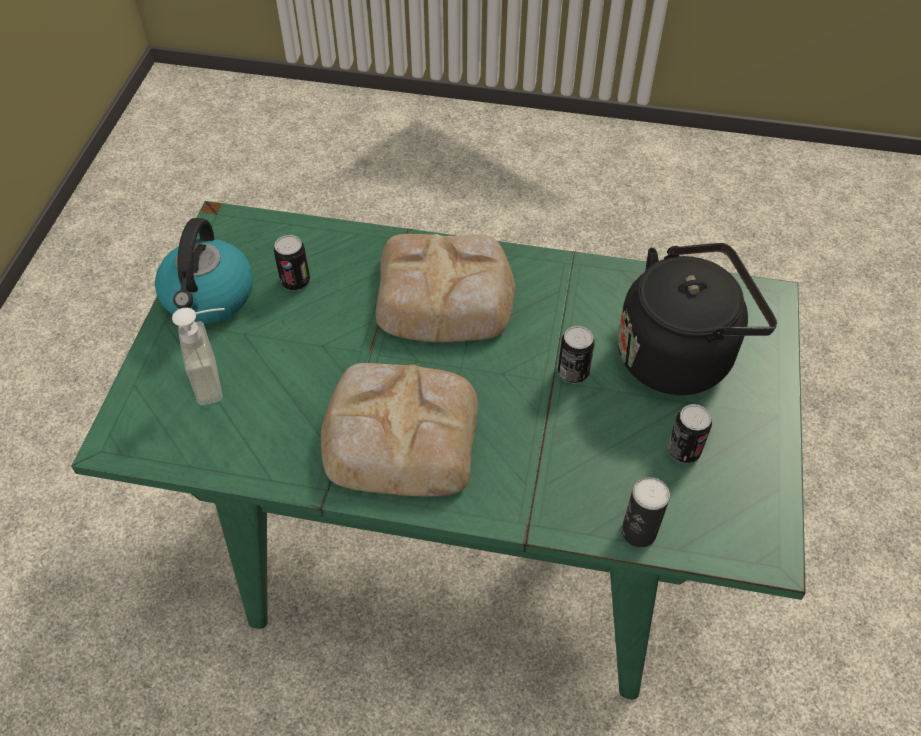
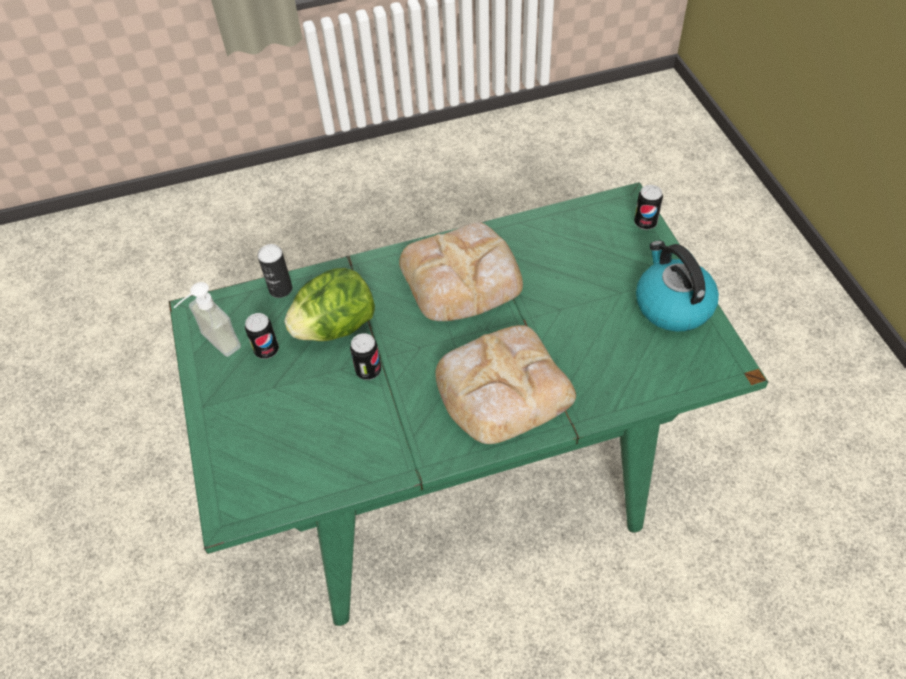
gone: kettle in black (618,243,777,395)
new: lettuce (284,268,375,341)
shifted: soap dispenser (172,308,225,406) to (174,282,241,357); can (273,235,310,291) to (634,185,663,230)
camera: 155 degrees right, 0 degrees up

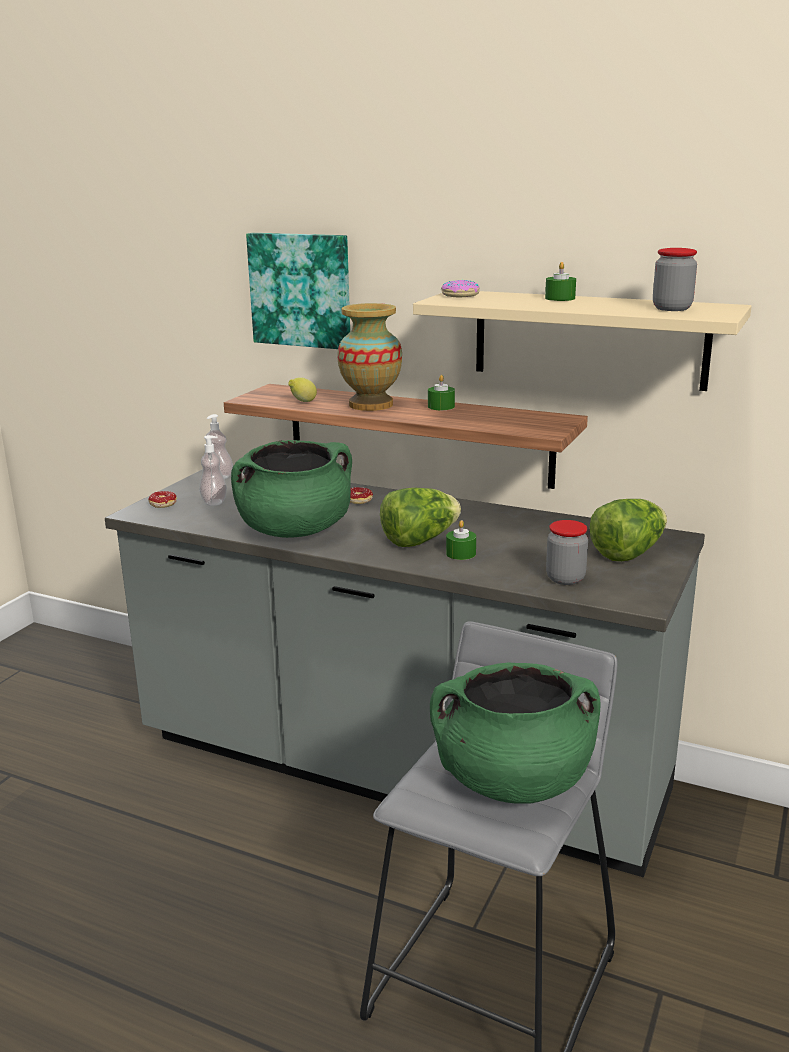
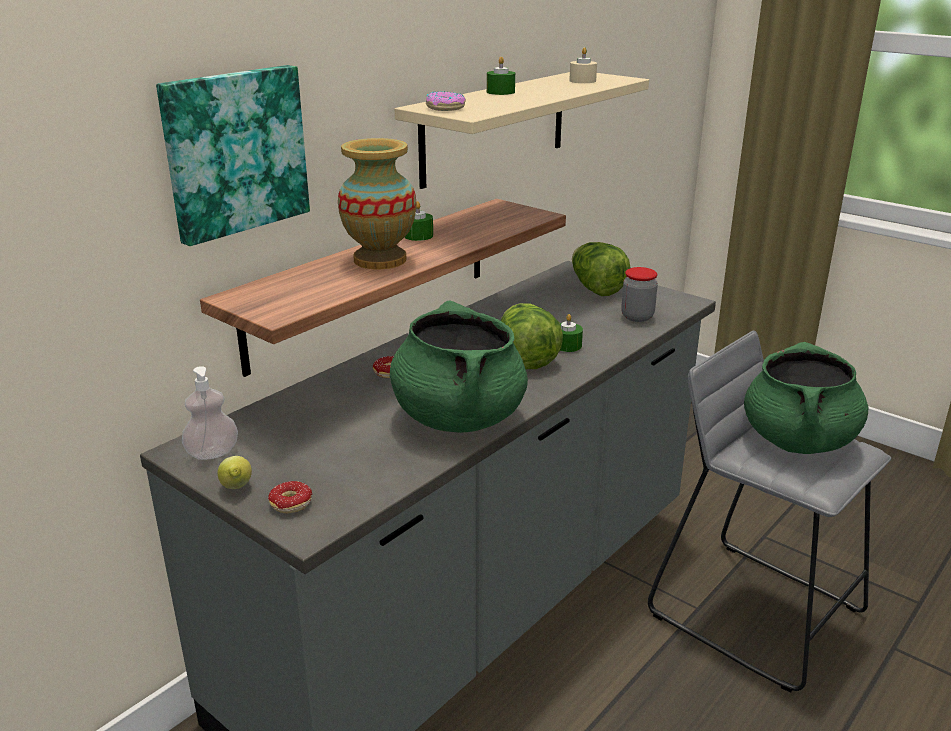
gone: soap dispenser (199,435,227,506)
shifted: lemon (288,377,317,402) to (218,456,252,489)
swapped: jar (653,248,697,311) to candle in beige (569,47,597,83)
camera: 75 degrees left, 5 degrees up

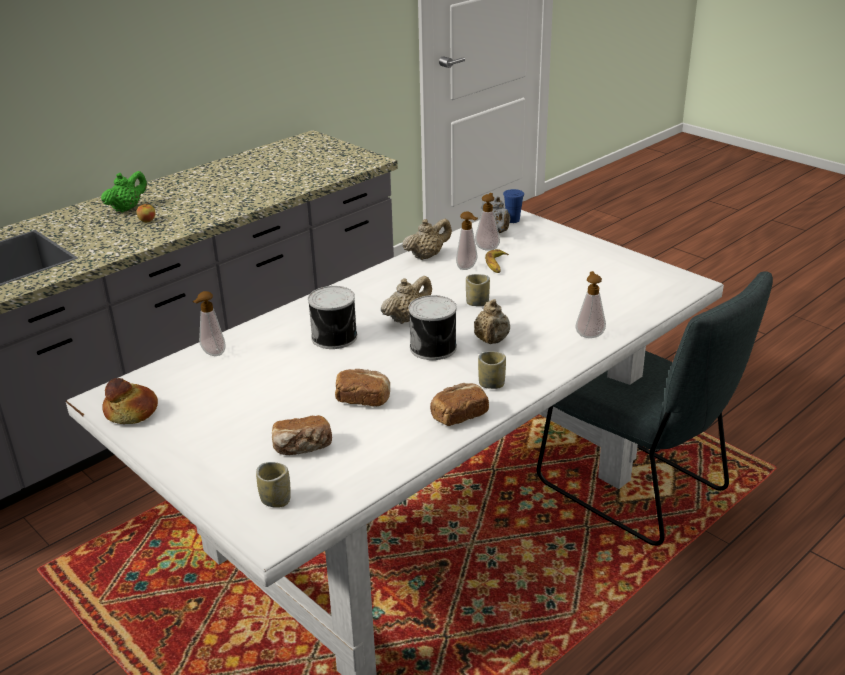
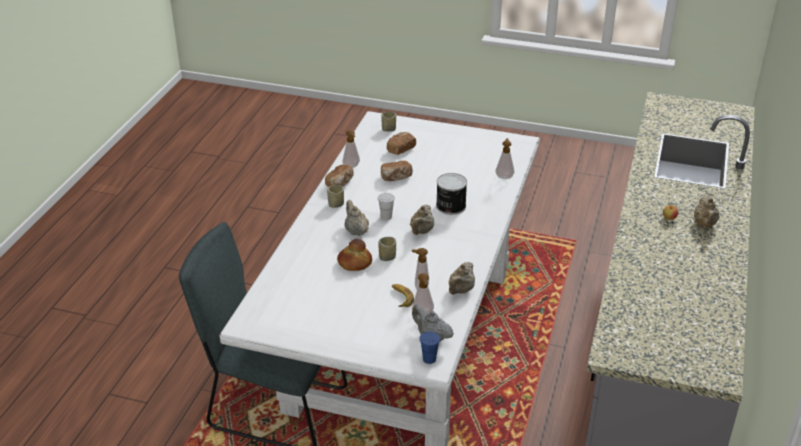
shifted: bread (102,378,158,424) to (337,239,372,271); soap dispenser (575,271,606,338) to (343,130,360,168)
swapped: can (409,295,457,360) to cup in white (378,193,395,220)
repainted: teapot in green (101,171,147,213) to teapot in beige (694,197,720,229)
camera: 150 degrees right, 5 degrees up

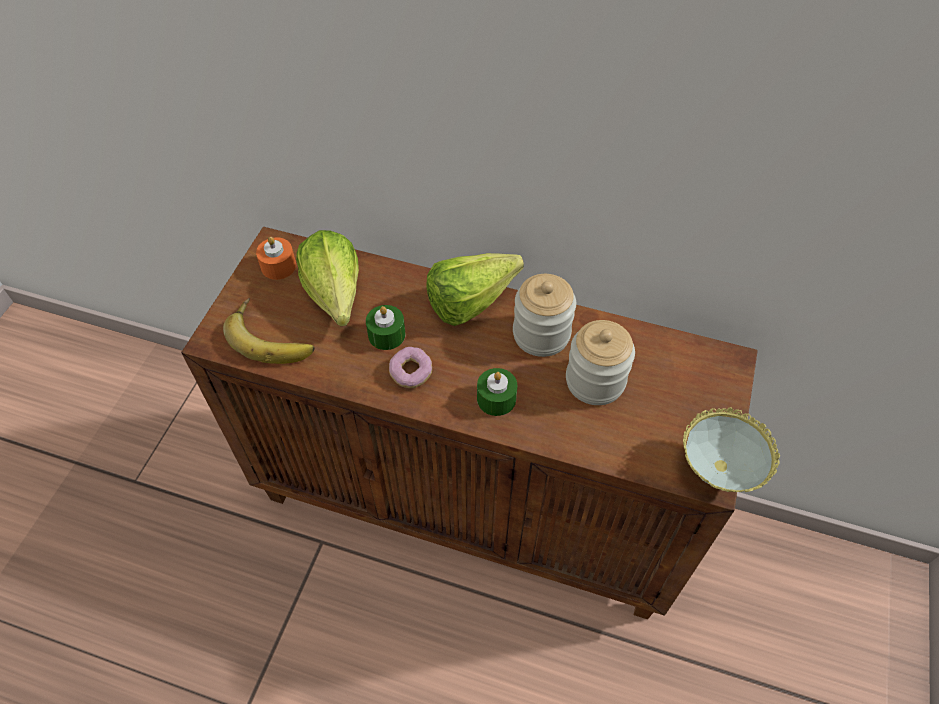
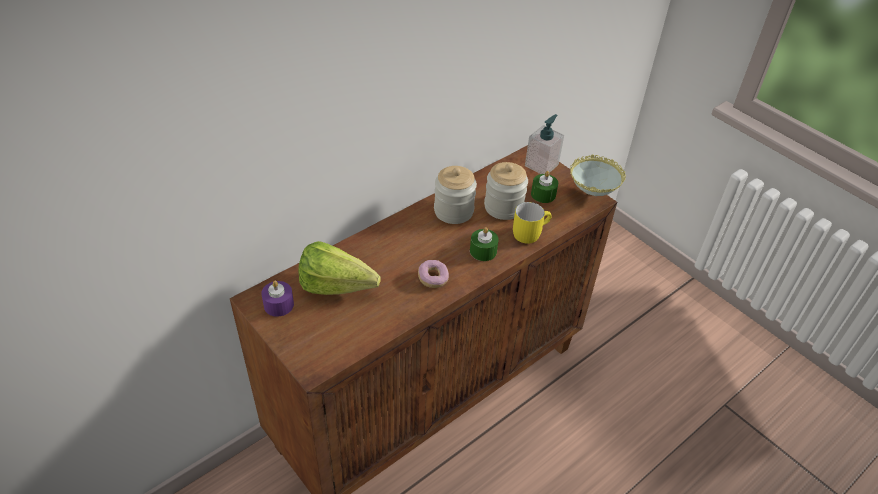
gone: banana (223,298,315,364); lettuce (426,253,524,326)
new: mug in yellow (513,202,552,244); soap dispenser (525,114,564,174)
shifted: candle in green (366,305,405,350) to (531,171,558,203)
repainted: candle in orange (256,237,296,280) to candle in purple (261,281,294,317)
camera: 60 degrees left, 10 degrees down

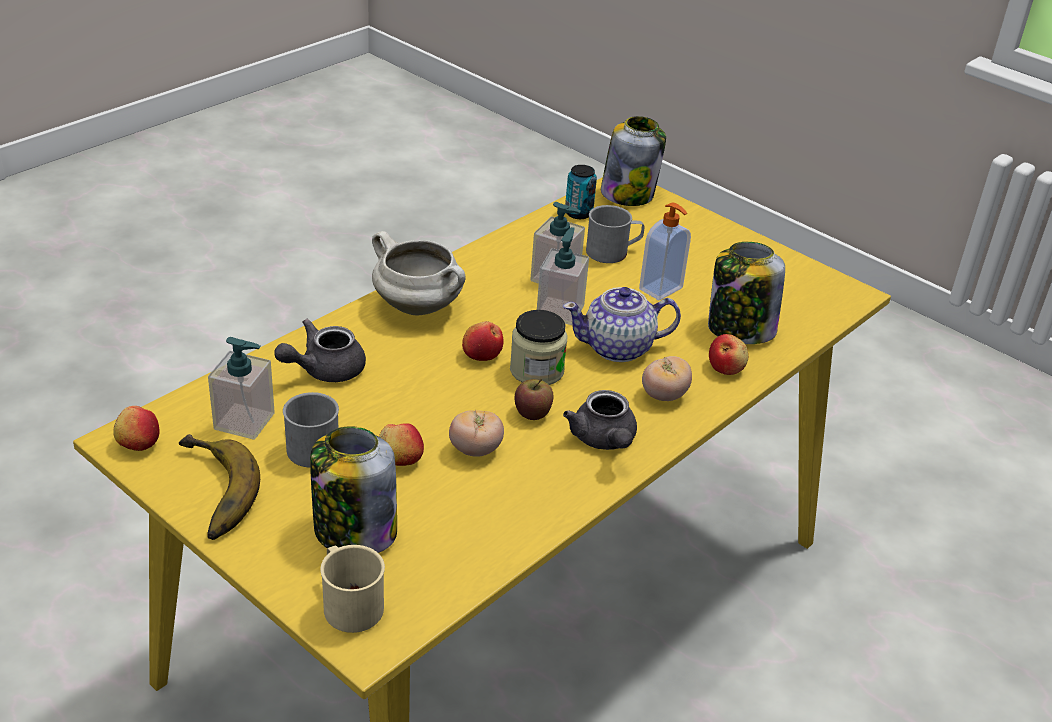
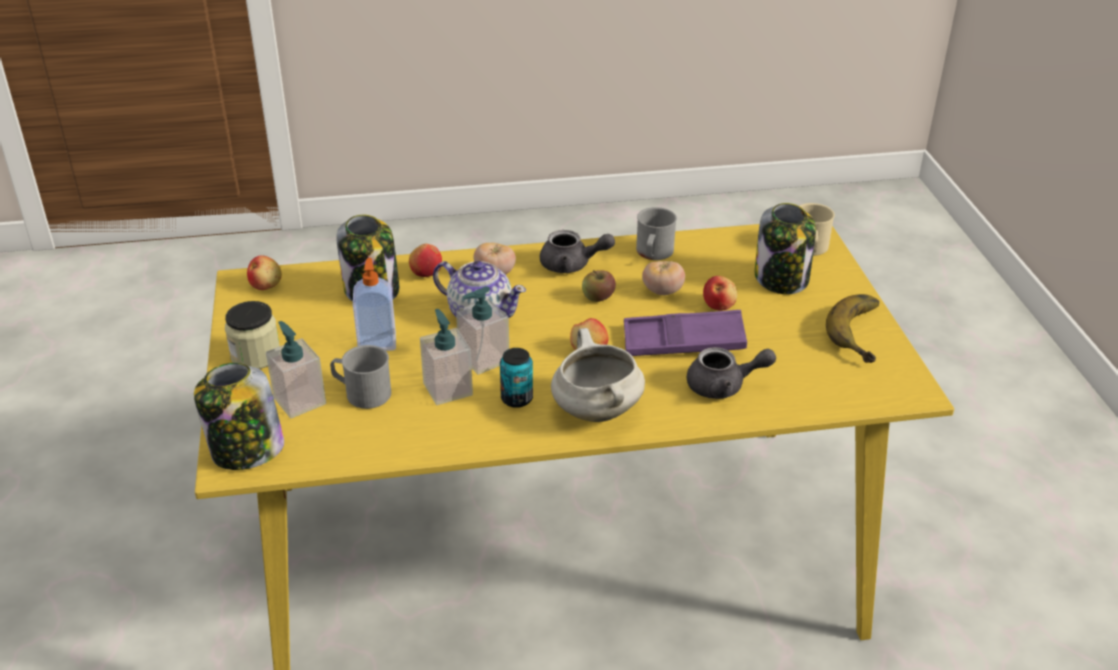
new: tray in purple (624,310,747,356)
shifted: apple (113,406,160,451) to (247,255,282,290); soap dispenser (208,337,275,440) to (266,321,326,418); mug in grey (283,392,339,468) to (636,207,677,260); jar (510,310,568,385) to (225,301,280,369); can (565,165,597,219) to (500,348,533,408)
rotated: teapot in grey (563,390,637,450) = (540,230,615,273) 75 degrees clockwise
camera: 140 degrees left, 0 degrees up

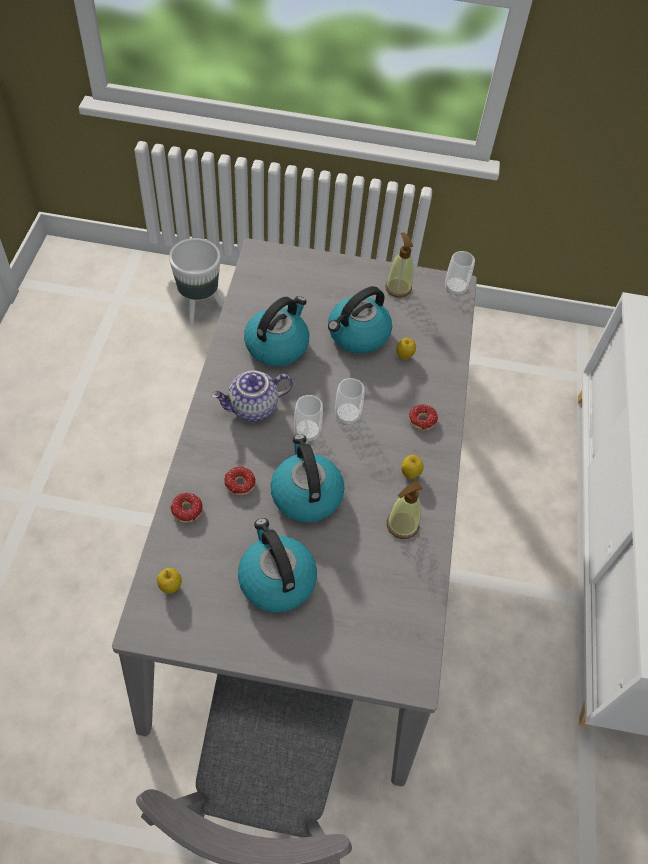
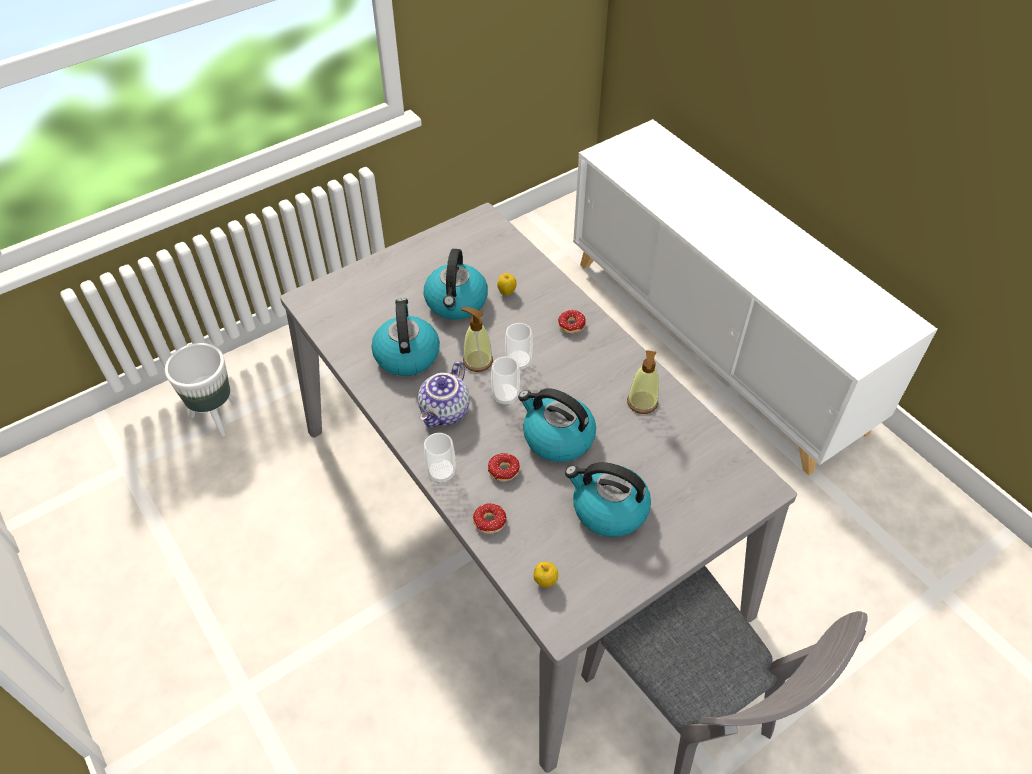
gone: apple (401,455,424,479)
shifted: soap dispenser (385,232,413,298) to (460,307,493,372); cup (445,251,475,296) to (424,433,455,484)
camera: 40 degrees left, 5 degrees down

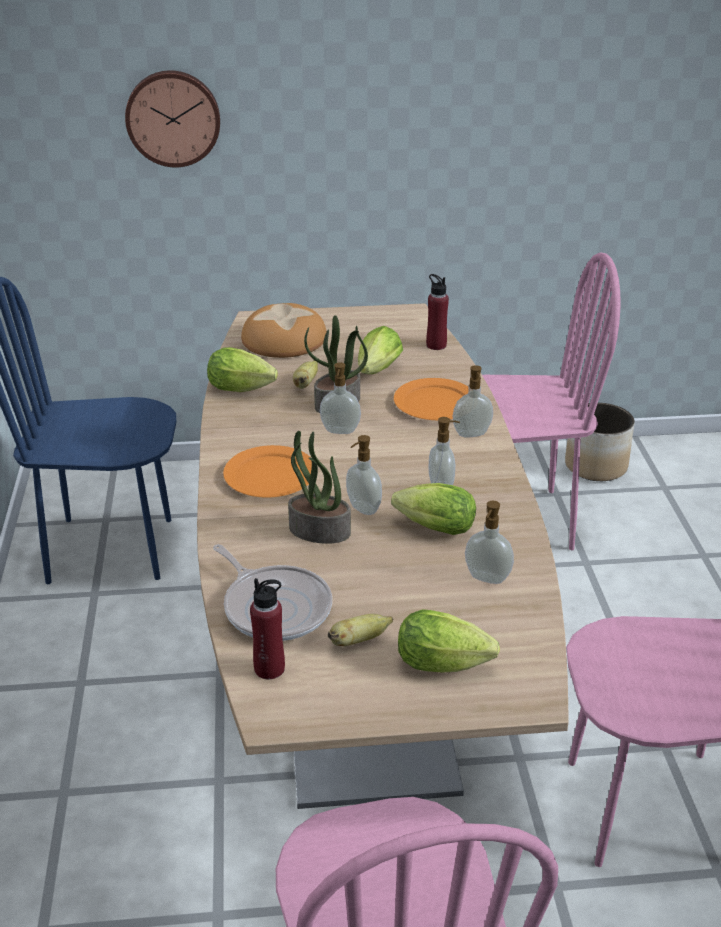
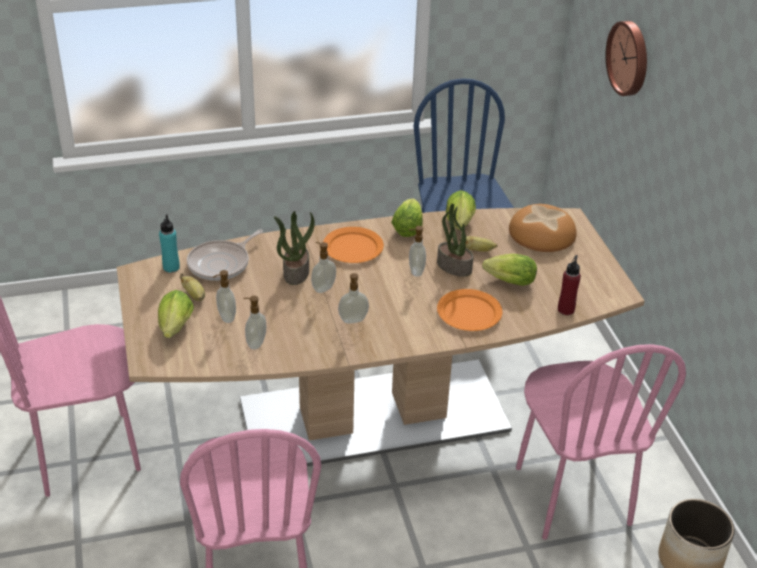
shifted: lettuce (391,483,476,535) to (391,198,423,237); soap dispenser (453,365,493,438) to (213,270,236,323)
repainted: bottle in red (250,578,285,679) to bottle in turquoise (159,215,180,273)
camera: 80 degrees right, 5 degrees up

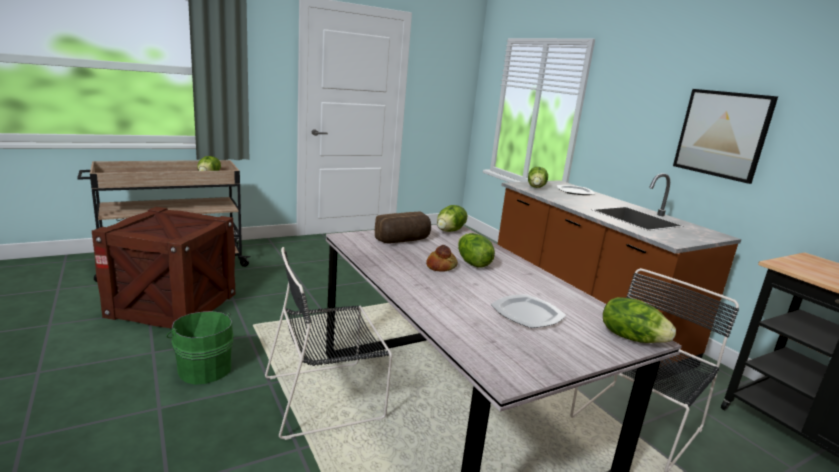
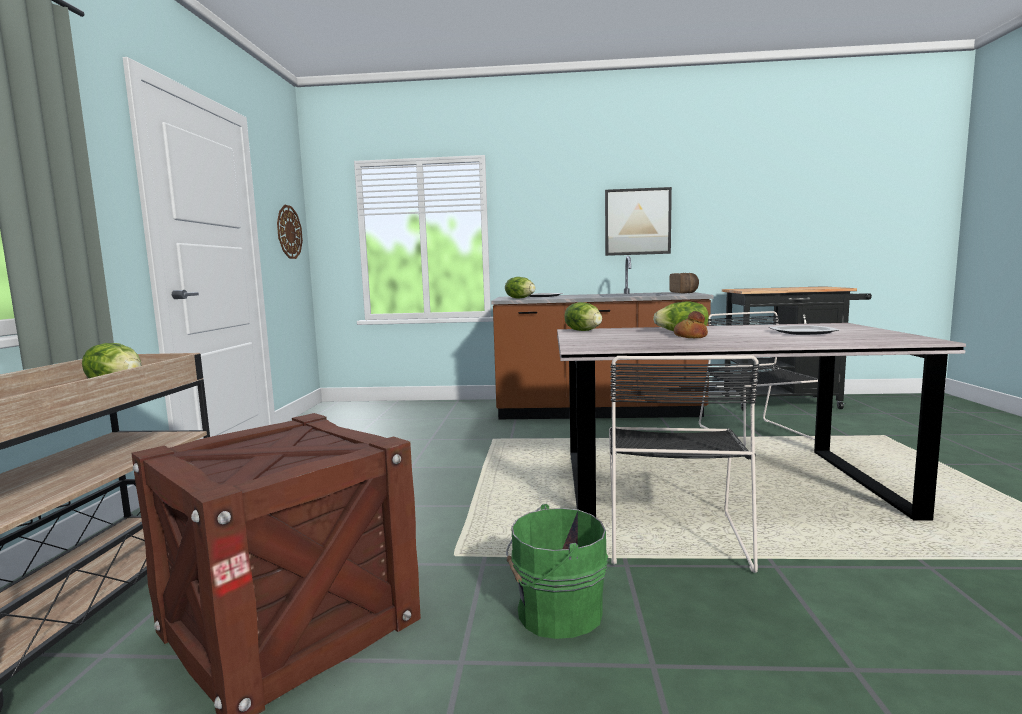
gone: lettuce (603,297,676,343)
new: wall clock (277,205,303,259)
shifted: bread (375,211,431,243) to (669,273,699,293)
camera: 55 degrees left, 10 degrees down

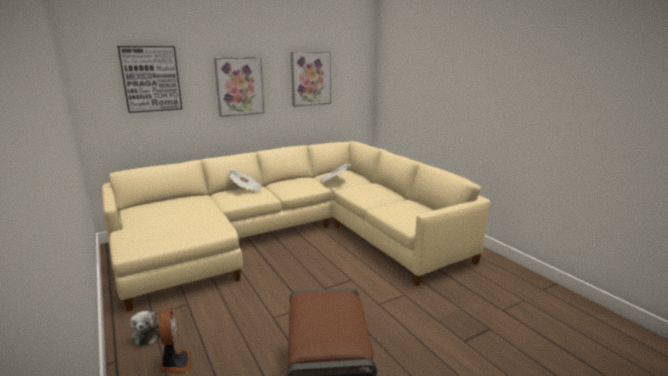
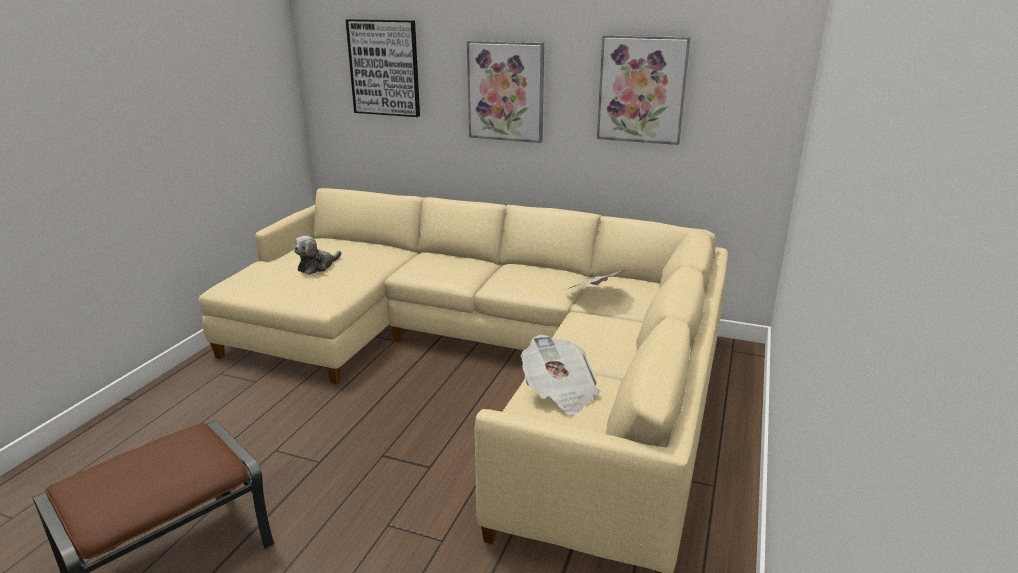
gone: fan (159,310,191,374)
shifted: plush toy (130,311,160,346) to (294,236,341,275); newspaper (228,170,262,192) to (521,335,600,416)
camera: 50 degrees right, 5 degrees up

